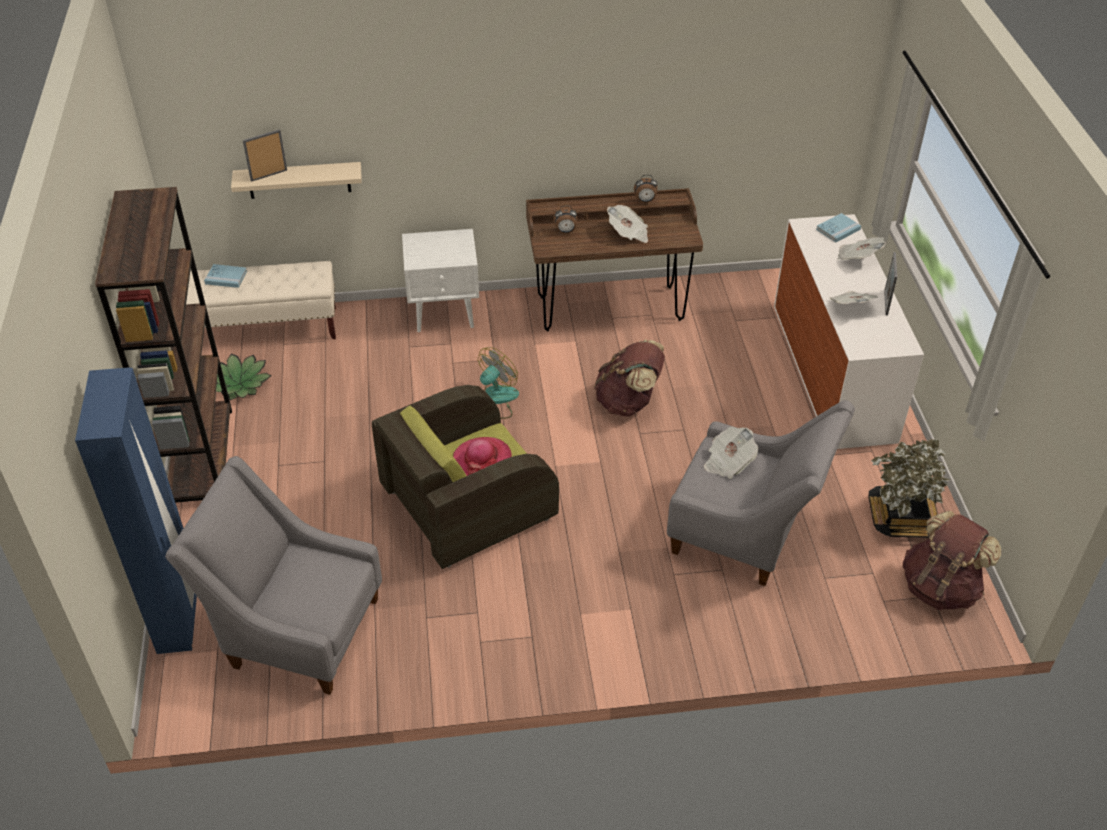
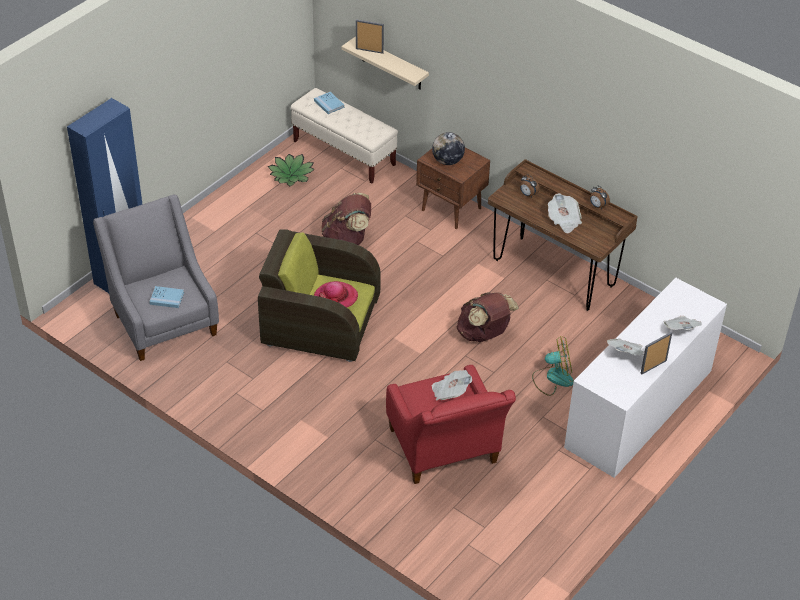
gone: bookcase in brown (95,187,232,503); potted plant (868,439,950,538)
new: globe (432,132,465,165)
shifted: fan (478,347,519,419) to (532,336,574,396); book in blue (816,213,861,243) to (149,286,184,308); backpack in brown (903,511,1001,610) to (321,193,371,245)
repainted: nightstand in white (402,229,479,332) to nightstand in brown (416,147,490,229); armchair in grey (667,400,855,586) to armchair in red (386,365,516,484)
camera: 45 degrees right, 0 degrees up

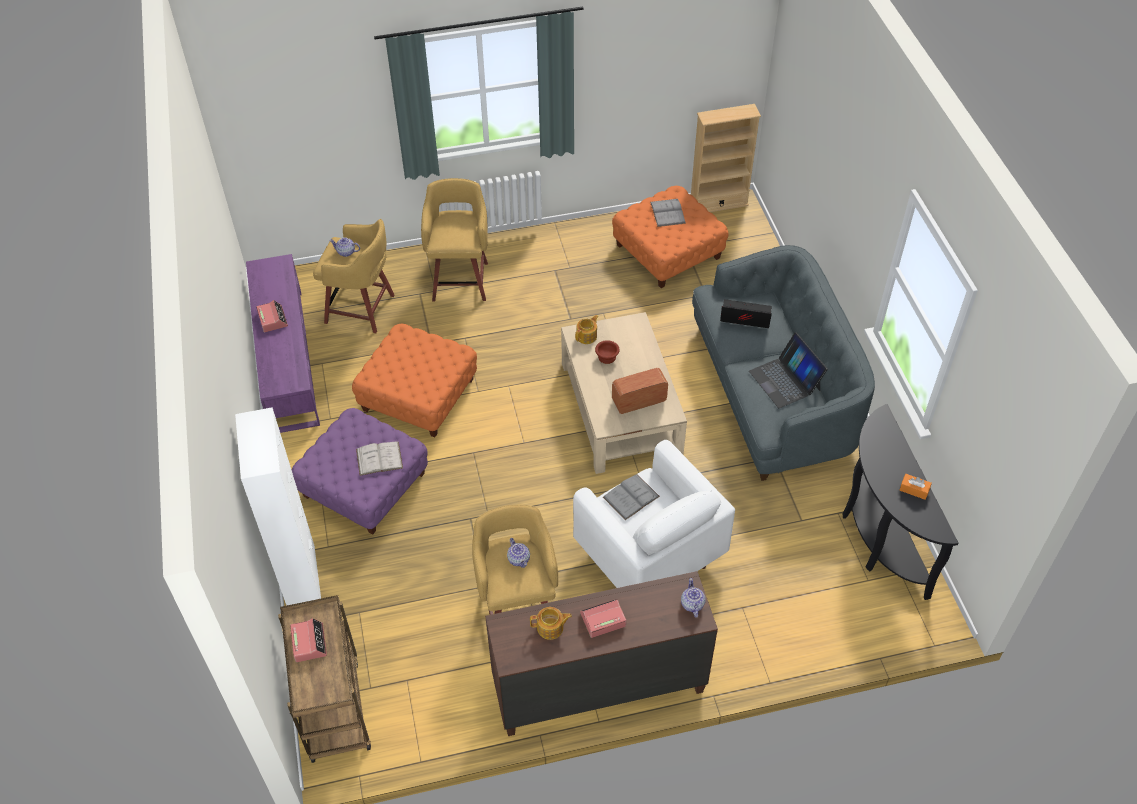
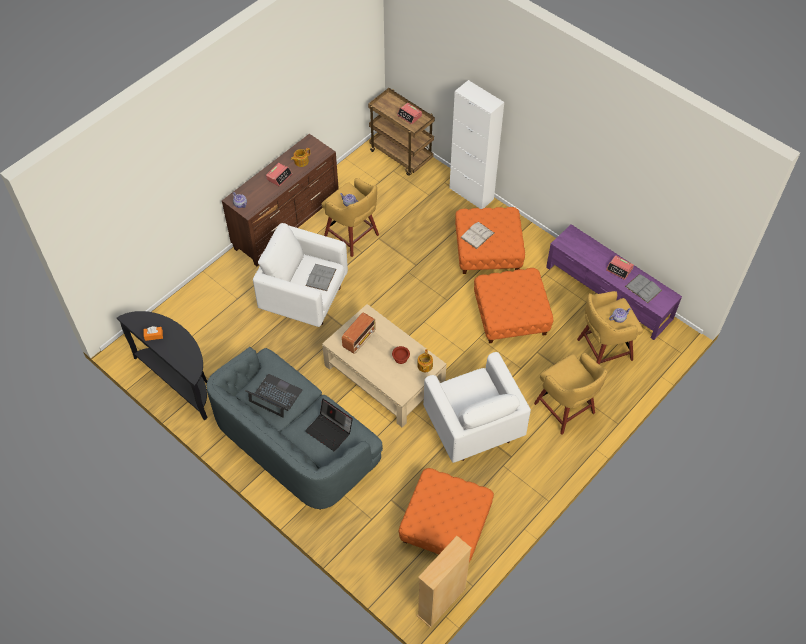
new: armchair in white (423,352,531,463)
shifted: book in grey (650,199,686,227) to (625,274,662,303)
repainted: ottoman in purple (292,408,428,535) to ottoman in orange (455,207,525,274)
rotated: laptop (720,299,772,328) = (305,399,353,451) 60 degrees clockwise
camera: 145 degrees right, 5 degrees up

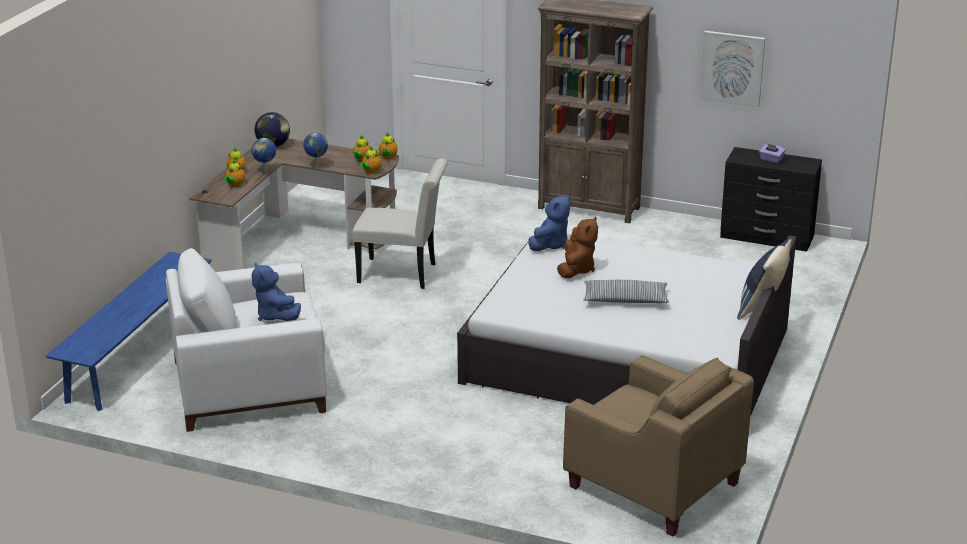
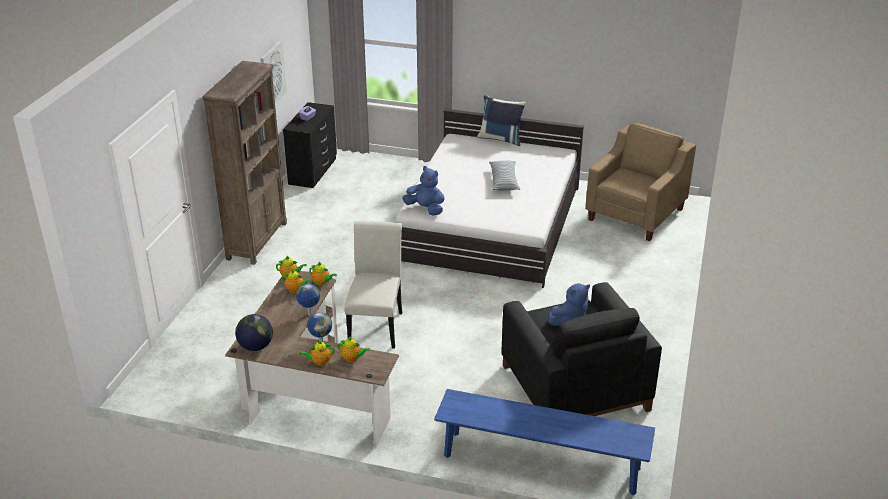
gone: plush toy in brown (557,216,598,278)
repainted: armchair in white (166,248,327,432) to armchair in black (501,282,662,416)
camera: 95 degrees left, 5 degrees up

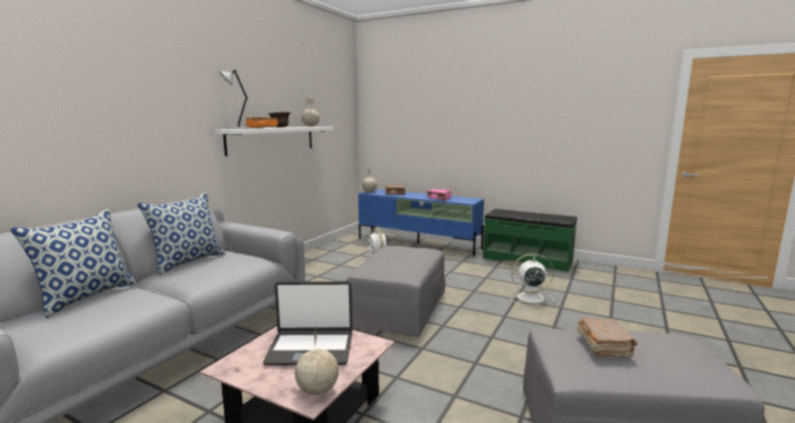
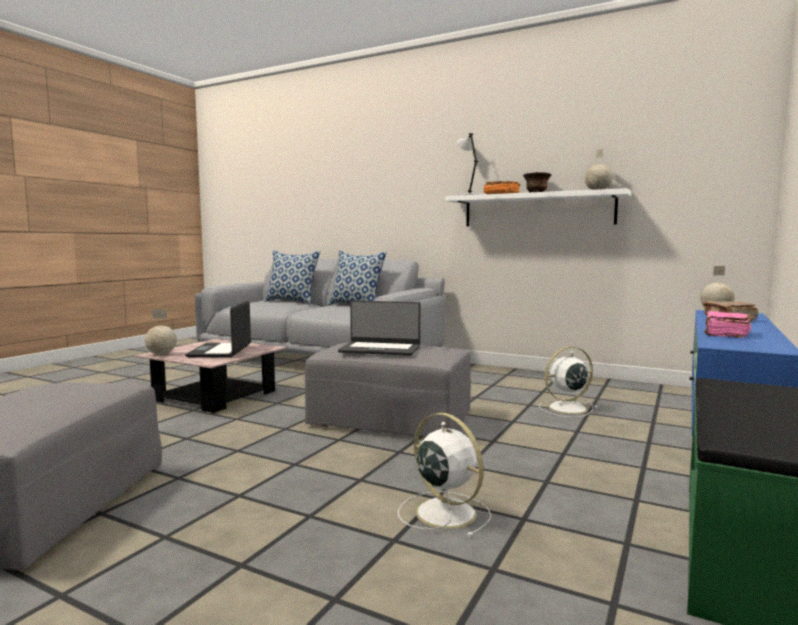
gone: book in brown (577,317,637,358)
new: laptop (338,301,420,356)
rotated: fan in white (509,254,555,307) = (398,413,492,537) 45 degrees counterclockwise
camera: 90 degrees right, 5 degrees down

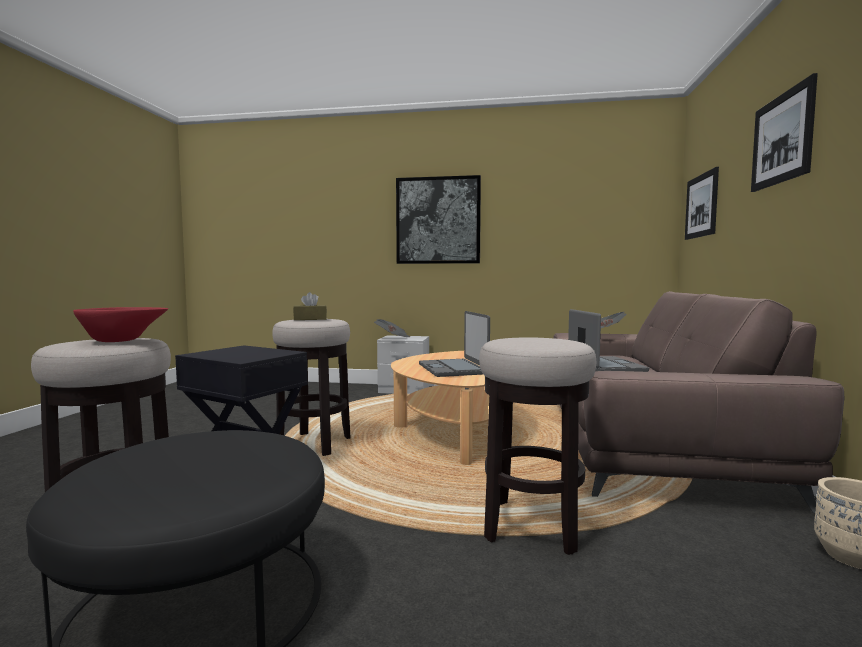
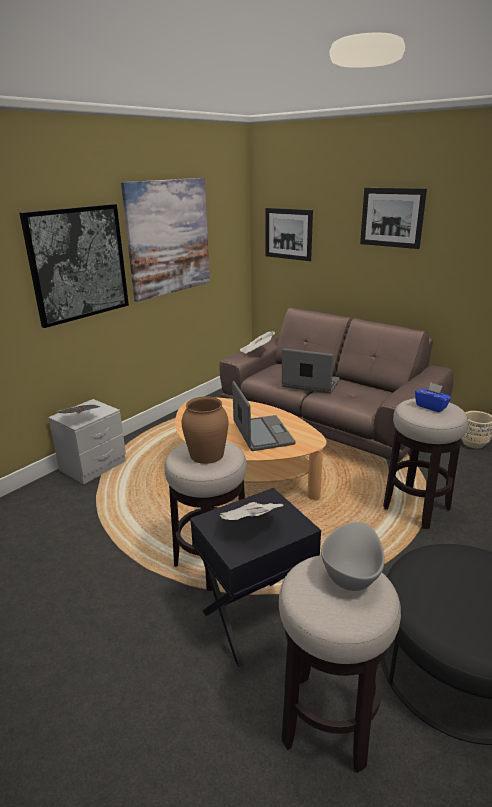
new: picture (121,178,210,302); newspaper (220,502,283,520); tissue box in blue (415,382,452,412)
swapped: tissue box in brown (293,292,327,320) to vase in brown (181,396,229,464)
repainted: bowl in red (73,307,168,342) to bowl in grey (321,522,385,591)
rotated: laptop (419,311,490,377) = (232,381,295,451) 120 degrees counterclockwise
camera: 60 degrees left, 20 degrees up

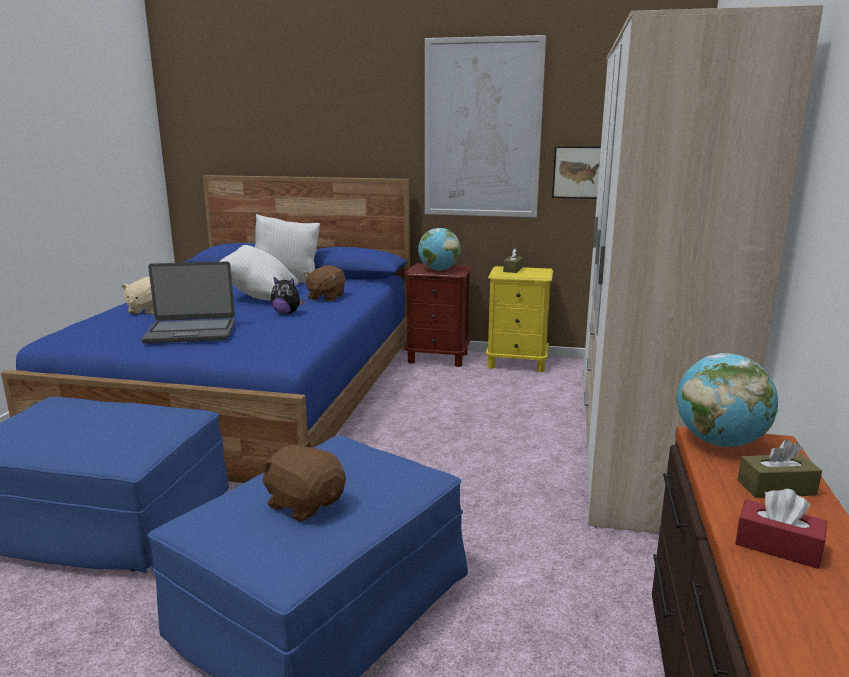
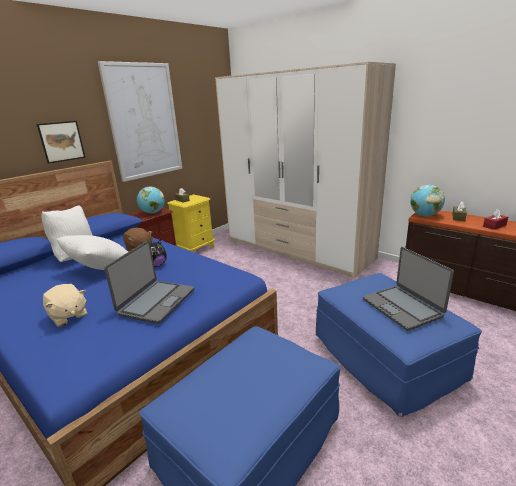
shifted: picture (552,146,601,199) to (37,121,86,164)
swapped: plush toy in brown (259,441,346,522) to laptop (363,247,454,331)
camera: 60 degrees left, 5 degrees up

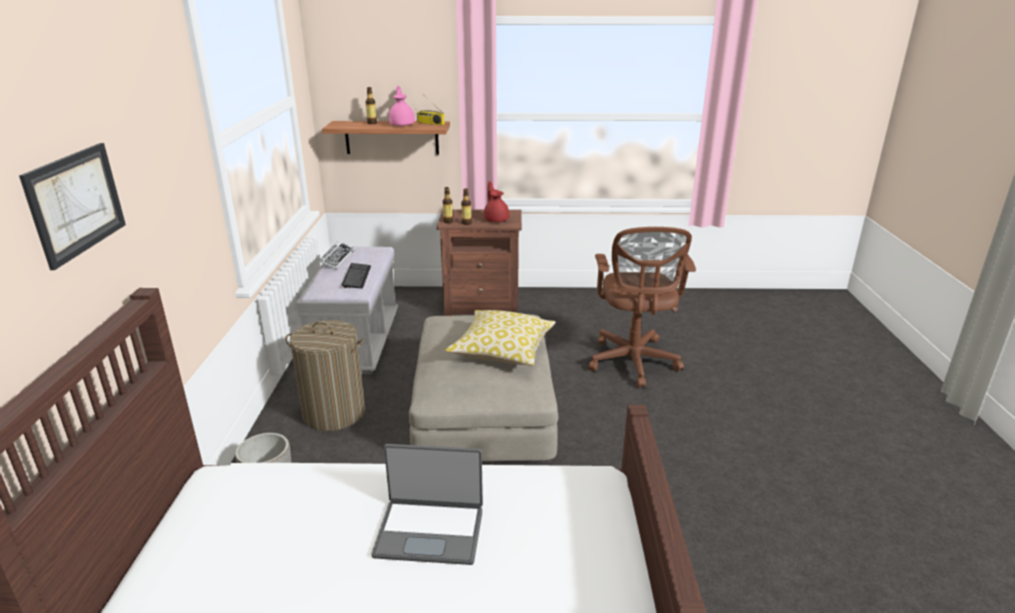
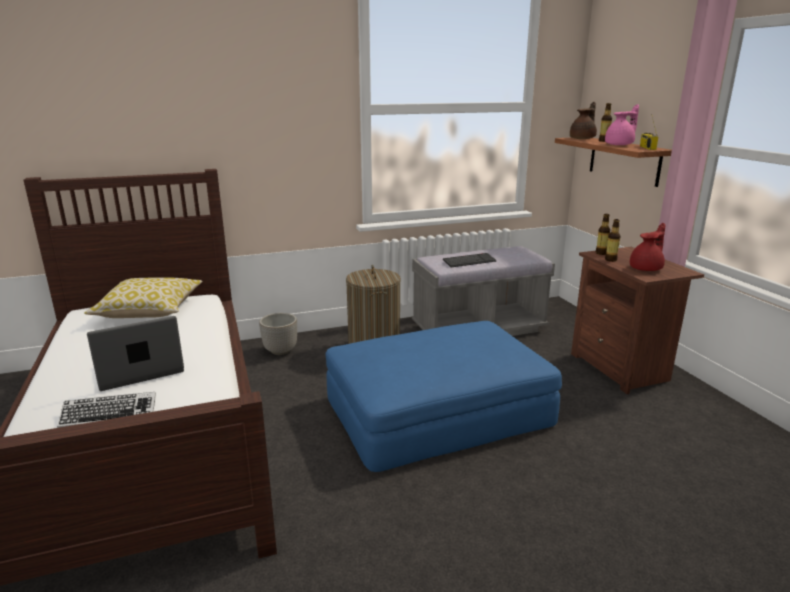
gone: picture (19,143,126,270); office chair in brown (588,227,696,388)
new: teapot in brown (570,102,597,139)
shifted: keyboard (318,241,355,269) to (57,392,156,428); pillow (445,310,555,366) to (84,277,203,318)
repainted: ottoman in beige (409,314,558,462) to ottoman in blue (326,321,562,472)
rotated: laptop (371,444,483,565) = (87,316,184,391) 75 degrees clockwise
camera: 70 degrees right, 5 degrees down

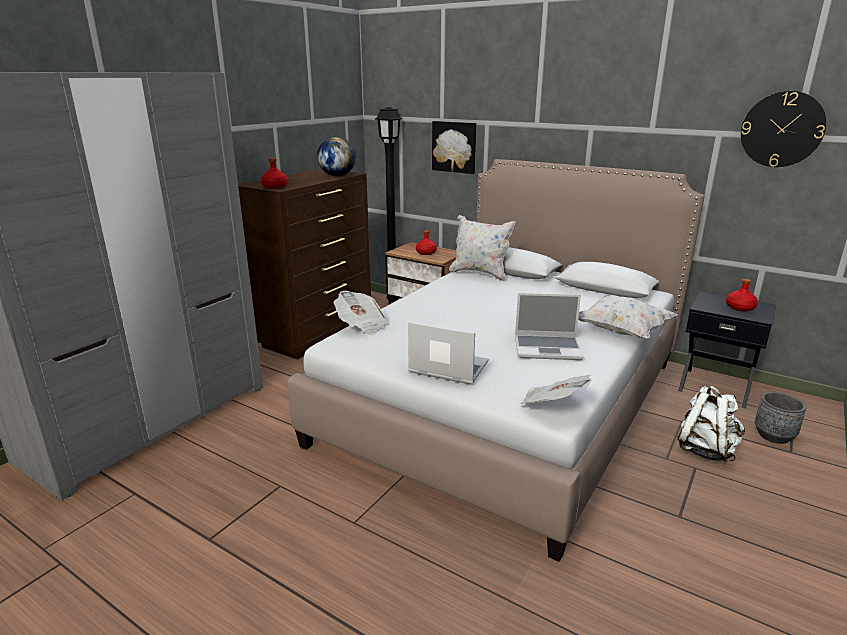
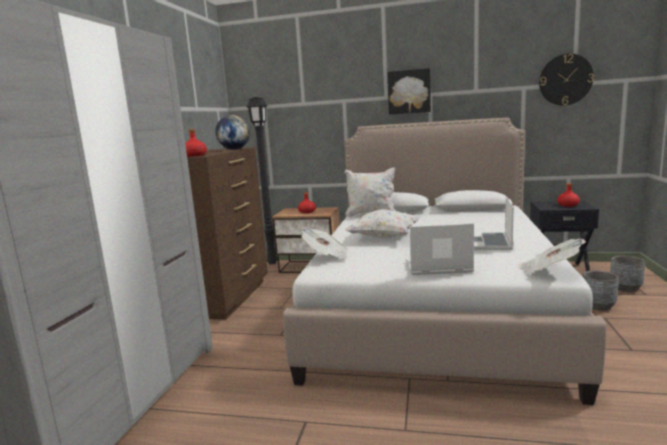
shifted: picture (432,121,476,174) to (387,68,431,115); pillow in white (578,295,677,340) to (345,209,420,239)
swapped: backpack in white (677,386,745,462) to planter in grey (583,271,619,311)
rotated: laptop (515,293,584,360) = (474,197,514,250) 120 degrees clockwise
camera: 20 degrees left, 10 degrees down

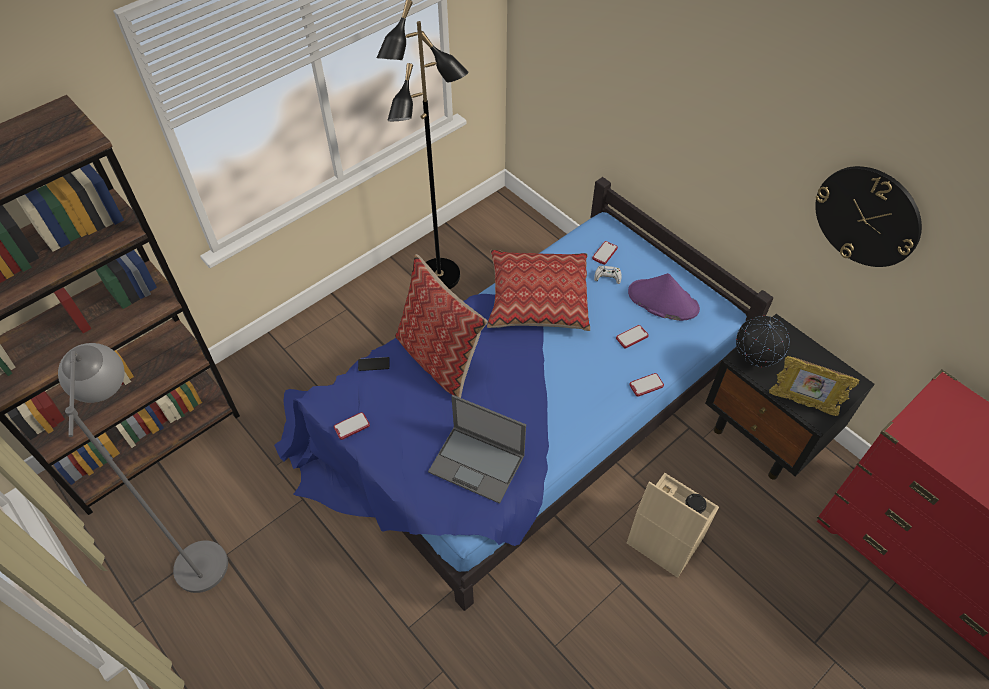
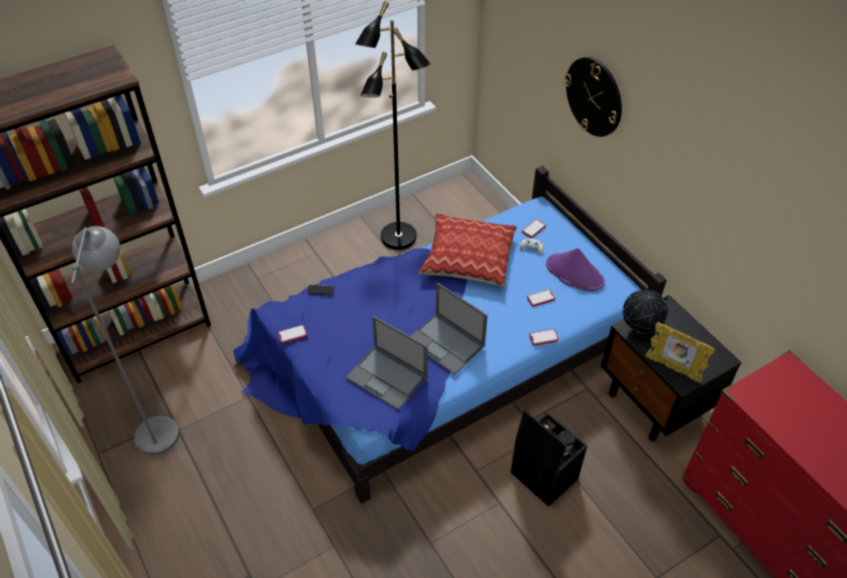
gone: pillow (395,254,488,398)
new: laptop (411,282,488,375)
shifted: wall clock (815,166,922,267) to (564,57,622,137)
repainted: storage box in beige (627,473,719,578) to storage box in black (511,410,587,507)
camera: 10 degrees right, 5 degrees down

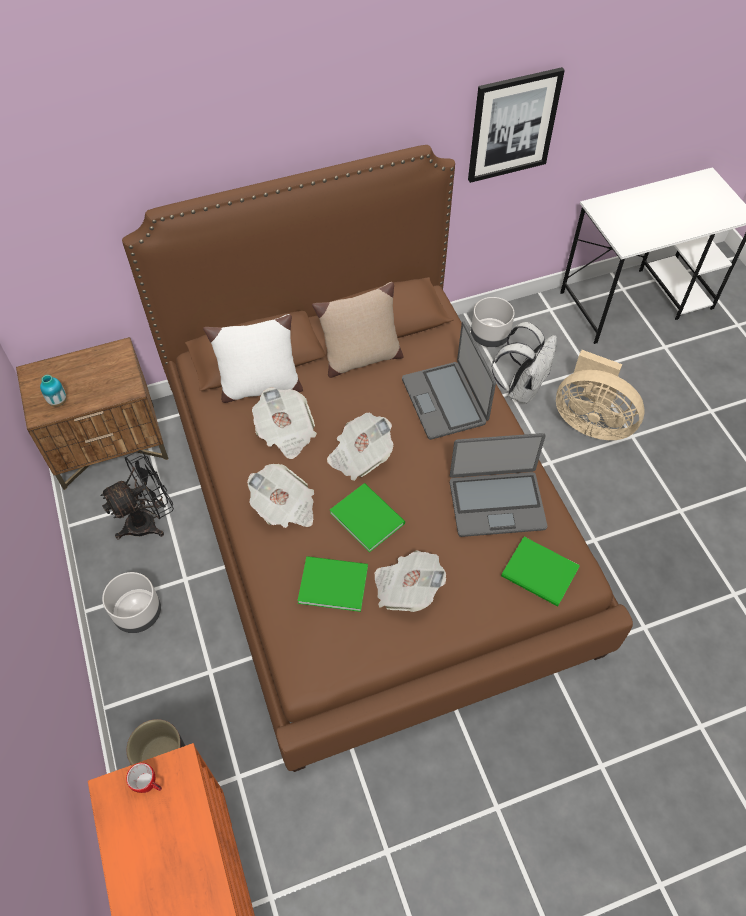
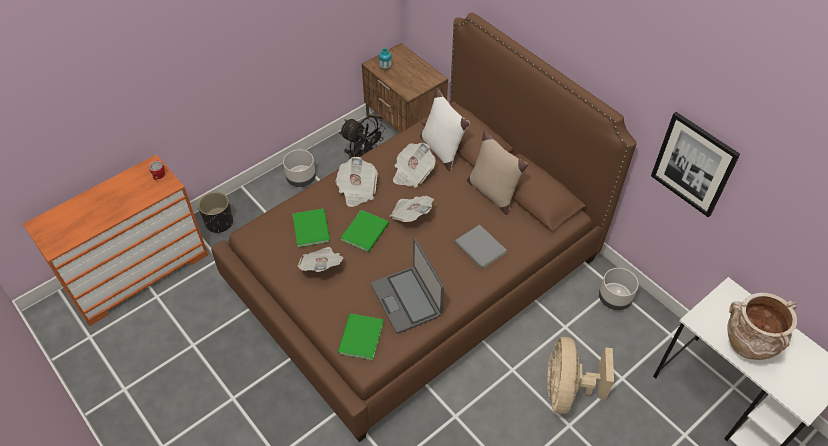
gone: backpack in white (492,322,557,404)
new: vase in beige (727,293,797,360)
swapped: laptop (402,322,496,440) to book in grey (455,225,507,269)
camera: 70 degrees right, 5 degrees down

